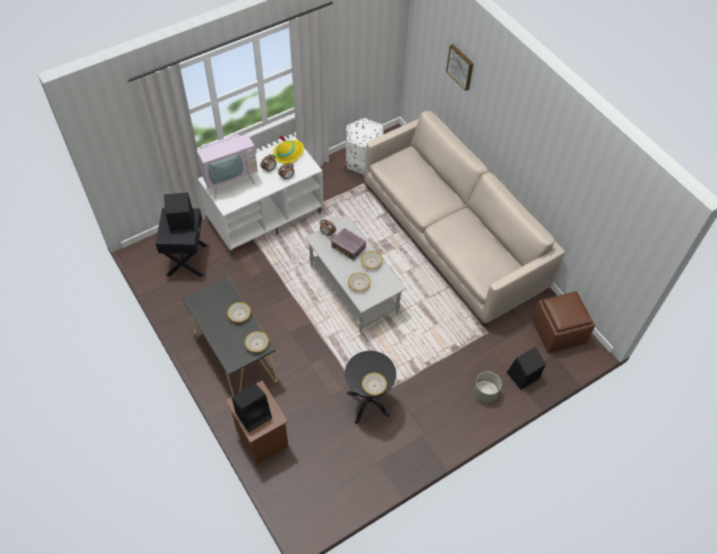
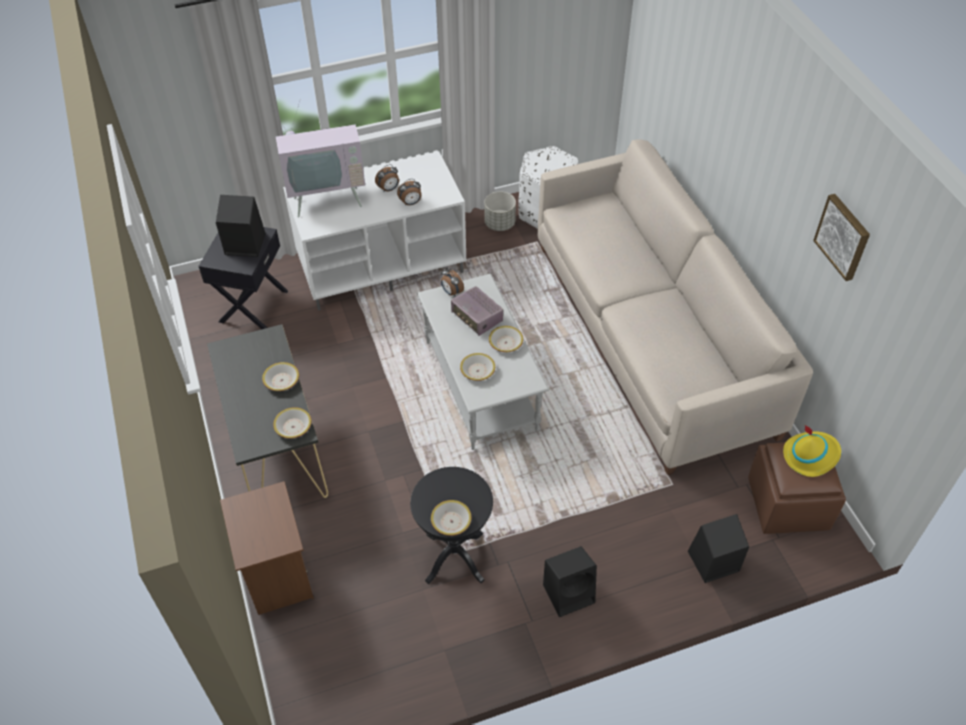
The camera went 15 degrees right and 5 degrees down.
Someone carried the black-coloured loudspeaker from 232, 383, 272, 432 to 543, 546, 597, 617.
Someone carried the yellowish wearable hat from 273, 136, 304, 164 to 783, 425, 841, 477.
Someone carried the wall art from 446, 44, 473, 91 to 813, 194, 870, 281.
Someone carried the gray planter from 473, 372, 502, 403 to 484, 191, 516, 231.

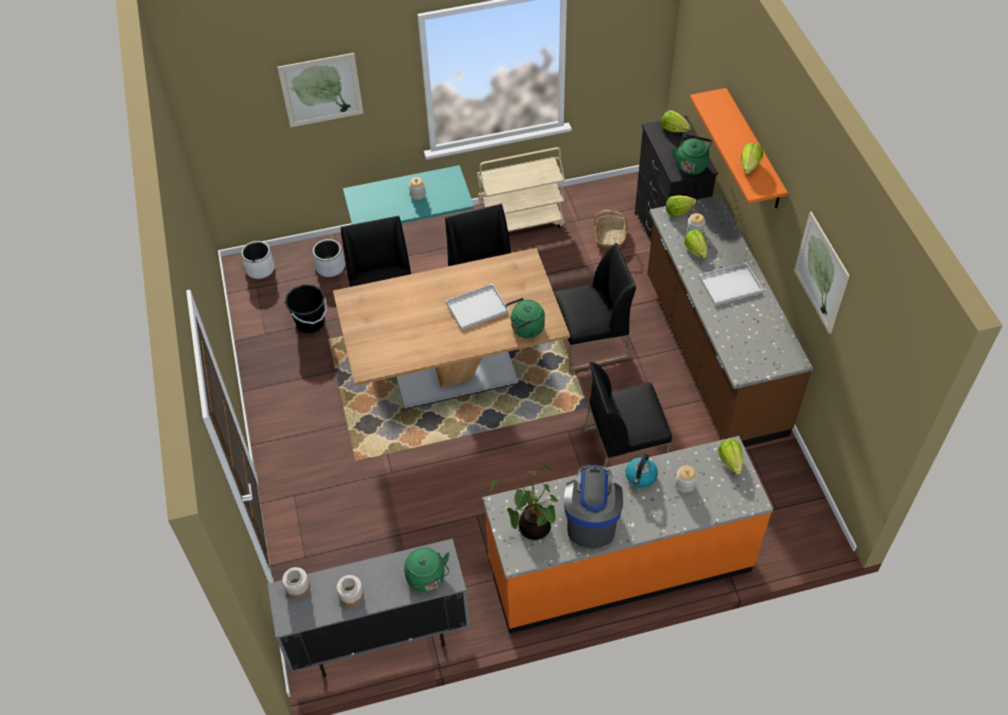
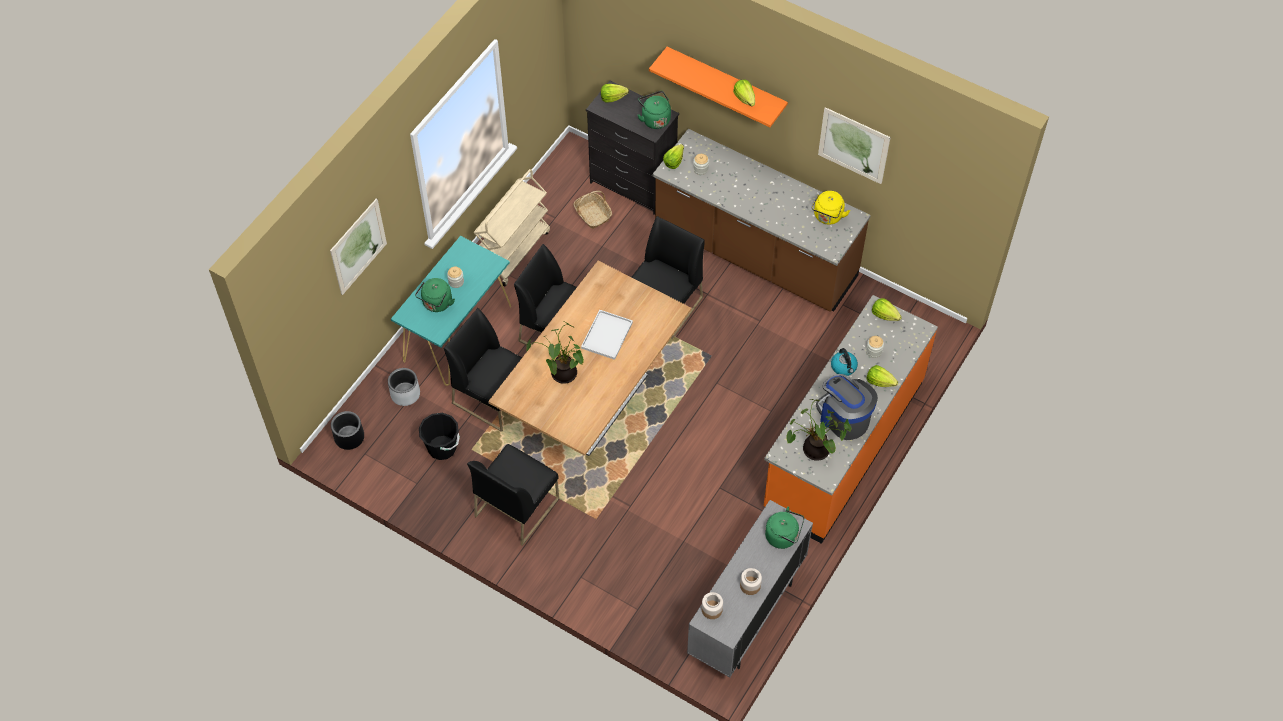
The camera went 45 degrees left and 5 degrees up.
Someone repainted the white planter at 241, 241, 275, 279, which became the black-coloured planter at 331, 411, 364, 450.
Someone carried the green tea kettle from 505, 298, 545, 338 to 415, 278, 455, 312.
Someone carried the black-coloured upright chair from 583, 362, 672, 467 to 467, 444, 559, 546.
Someone carried the head of lettuce from 684, 230, 707, 258 to 867, 365, 898, 387.
Someone took away the white tray at 699, 262, 763, 305.
Someone put down the potted plant at 526, 322, 584, 384.
Someone put down the yellowish tea kettle at 812, 191, 850, 225.

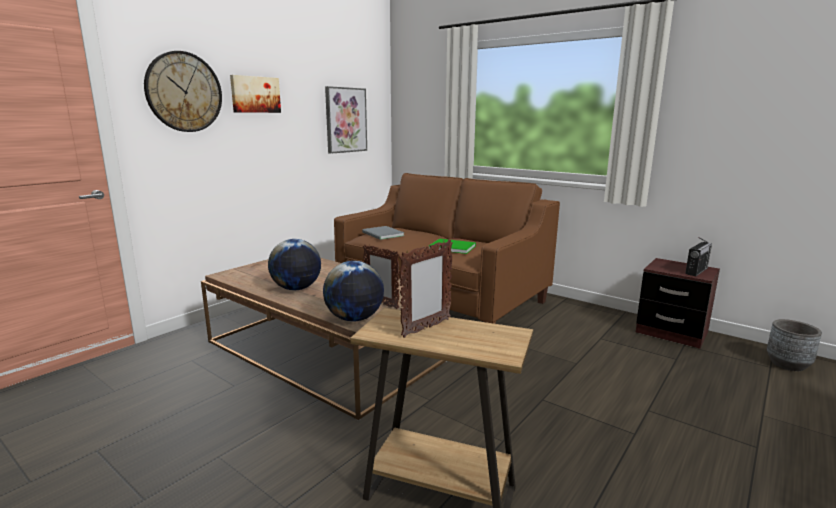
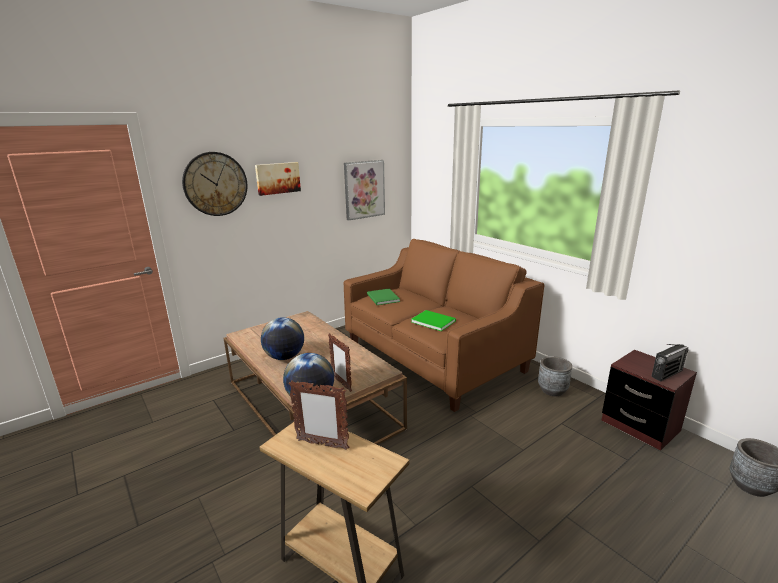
The camera went 15 degrees right and 5 degrees up.
Someone repainted the gray bound book at 362, 226, 404, 240, which became the green bound book at 367, 288, 400, 305.
Someone rotated the photo frame at 399, 239, 453, 338 by 45 degrees clockwise.
Someone put down the gray planter at 538, 356, 572, 396.

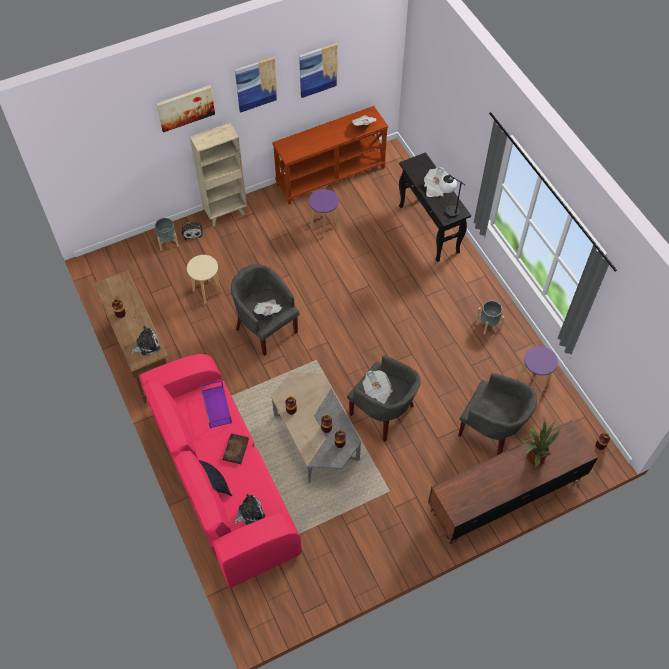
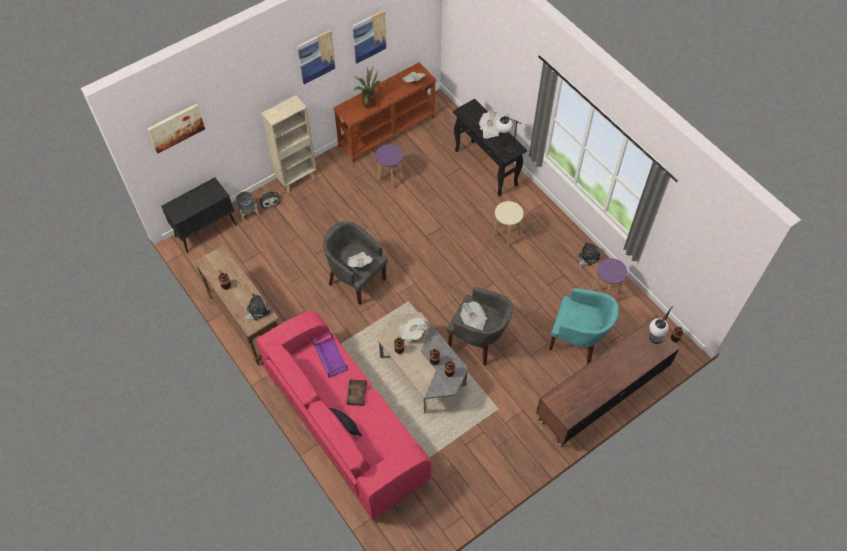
The camera went 10 degrees left and 0 degrees up.
Someone carried the wall art from 156, 85, 215, 132 to 147, 104, 205, 153.
Someone carried the sand-coloured stool seat from 187, 255, 222, 304 to 493, 201, 524, 247.
Someone carried the plush toy from 234, 494, 265, 525 to 578, 242, 600, 266.
Someone repainted the gray armchair at 458, 373, 537, 455, which became the turquoise-coloured armchair at 549, 288, 619, 364.
Someone took away the gray planter at 476, 300, 504, 334.
Someone carried the potted plant from 522, 416, 561, 467 to 354, 66, 380, 108.
Someone put down the black-coloured storage cabinet at 161, 177, 237, 253.
Someone put down the daily paper at 399, 317, 427, 341.
Someone put down the tabletop lamp at 649, 306, 673, 344.

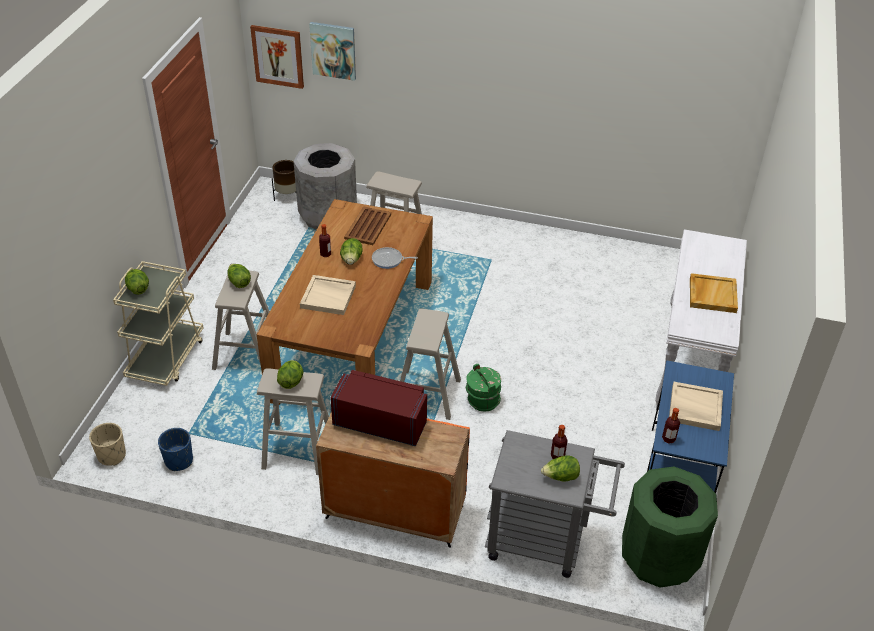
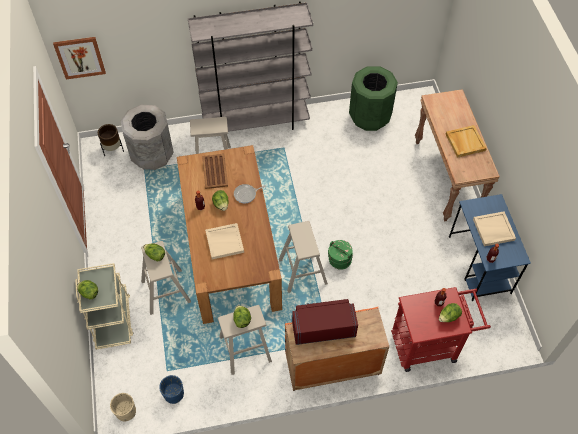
The camera went 25 degrees left and 15 degrees up.
Someone took away the wall art at 309, 22, 356, 81.
Someone repainted the gray trolley at 485, 430, 625, 578, which became the red-coloured trolley at 391, 287, 491, 372.
Someone carried the green waste bin from 622, 467, 718, 587 to 349, 67, 398, 131.
Someone repainted the white hall table at 655, 229, 747, 410, which became the brown hall table at 415, 89, 500, 222.
Someone put down the gray shelving unit at 188, 1, 313, 132.

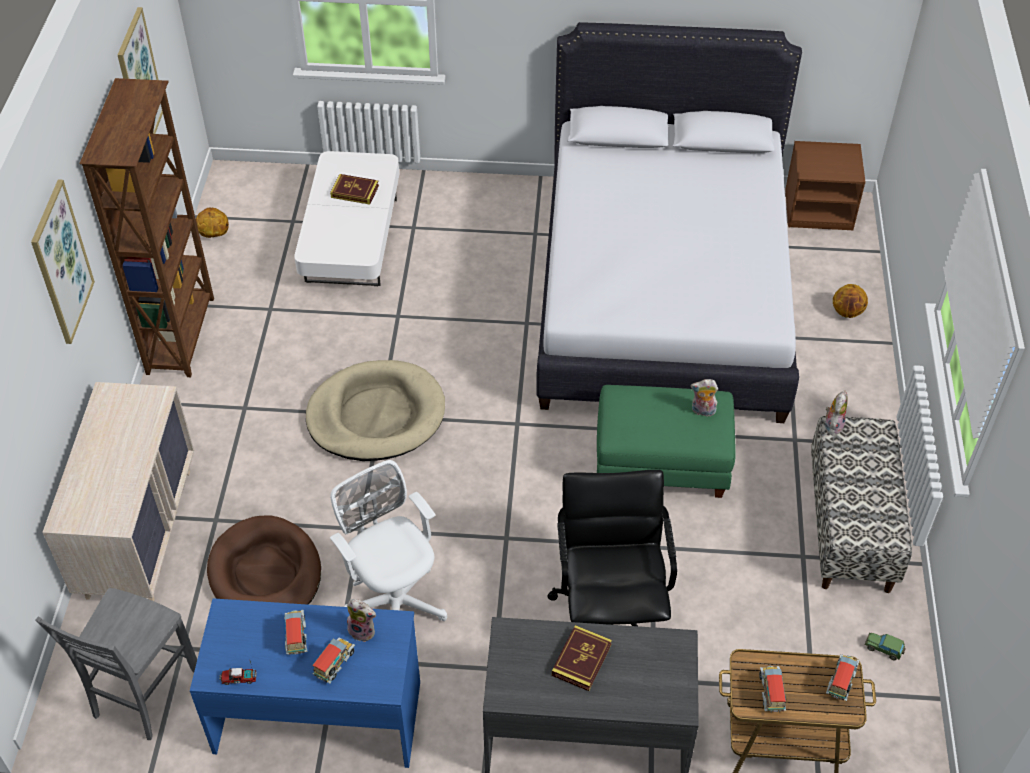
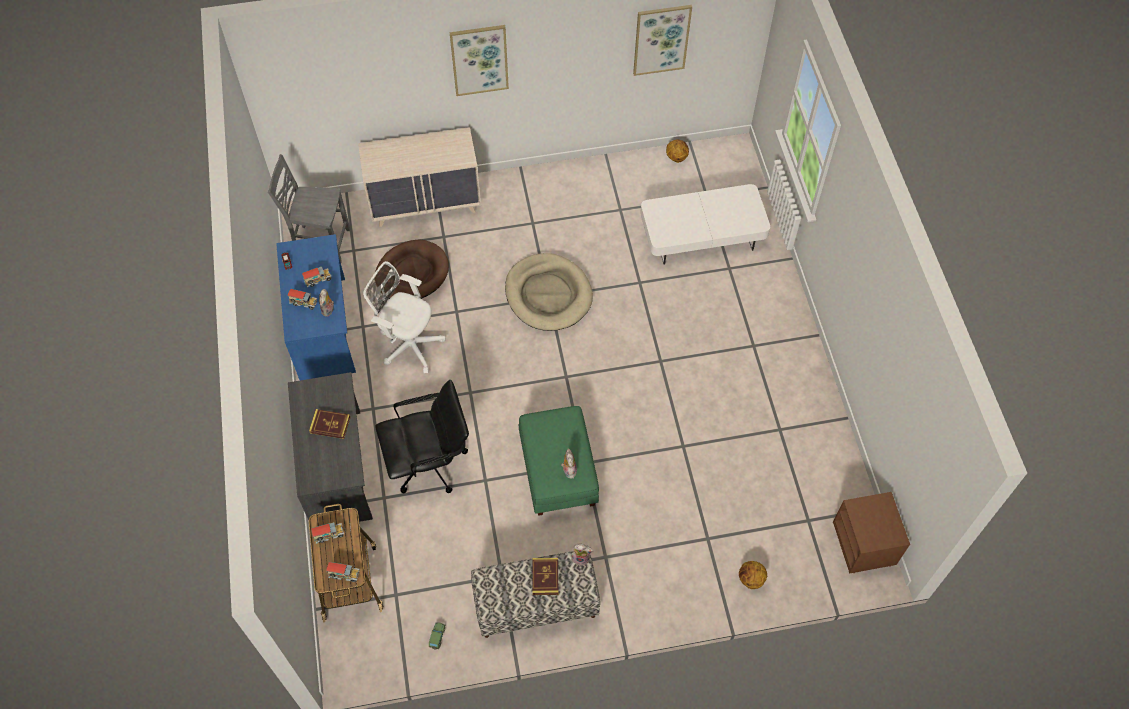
The camera went 75 degrees right and 10 degrees up.
Someone took away the brown shelving unit at 79, 78, 214, 377.
Someone carried the bound book from 330, 174, 379, 205 to 532, 558, 558, 595.
Someone rotated the white computer chair at 330, 460, 447, 621 by 105 degrees counterclockwise.
Someone took away the white bed at 536, 22, 802, 423.

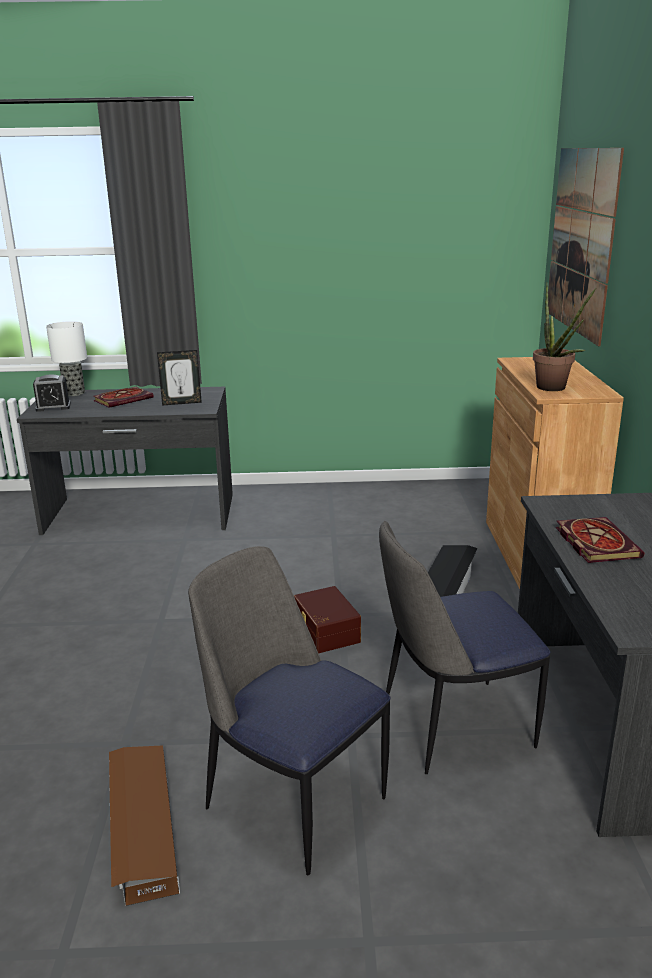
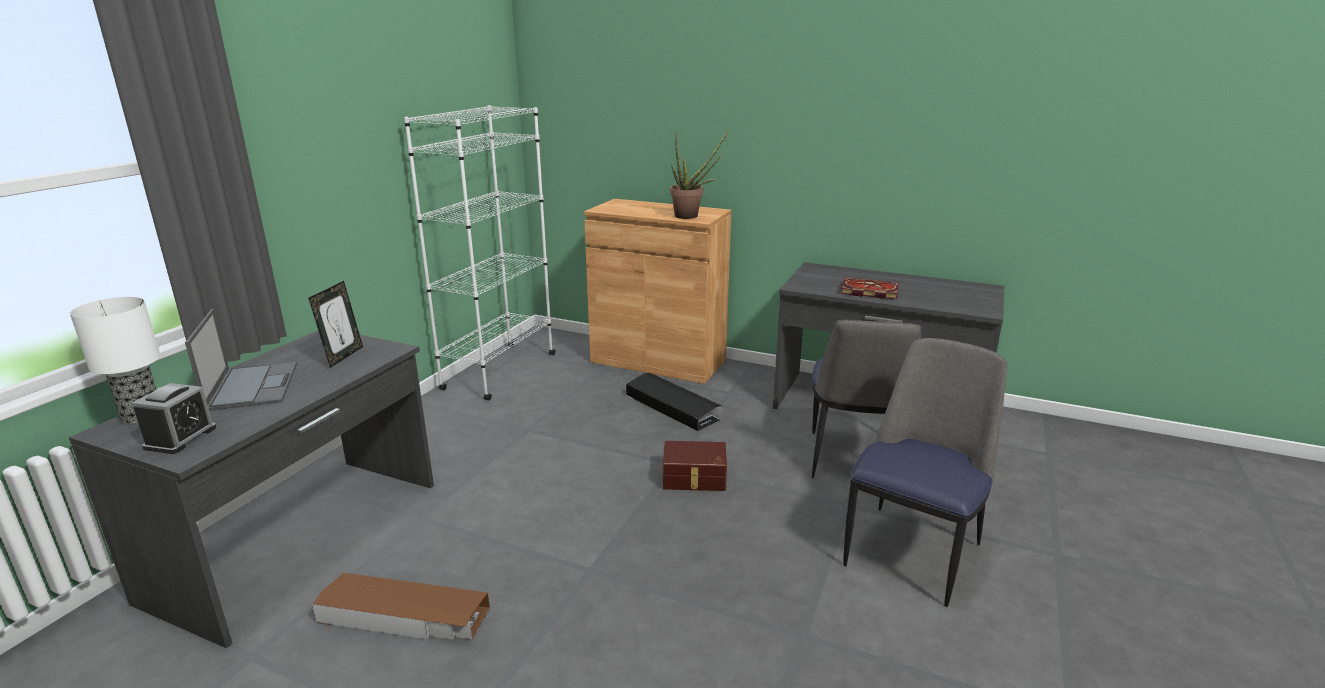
The camera went 65 degrees left and 0 degrees up.
Someone swapped the bound book at 93, 387, 154, 408 for the notebook computer at 185, 309, 297, 411.
Someone carried the brown storage bin from 109, 745, 180, 906 to 312, 573, 490, 640.
Someone rotated the upright chair at 188, 546, 391, 876 by 150 degrees clockwise.
Someone took away the wall art at 548, 148, 624, 346.
Someone put down the white shelving unit at 404, 105, 555, 400.

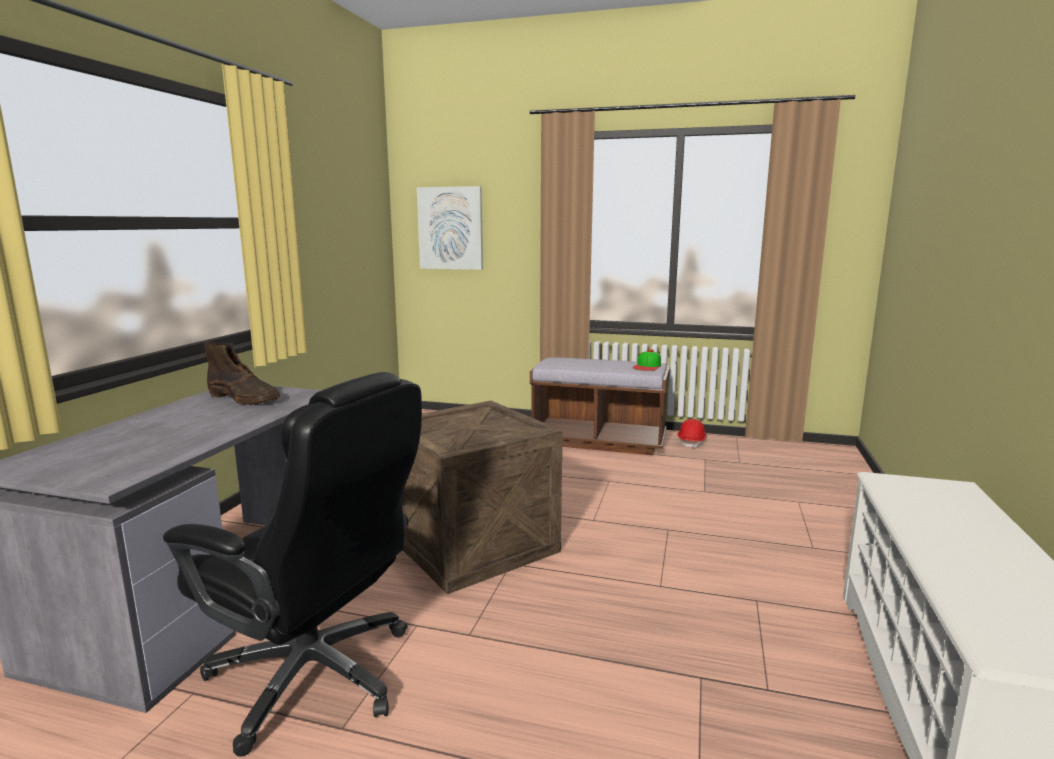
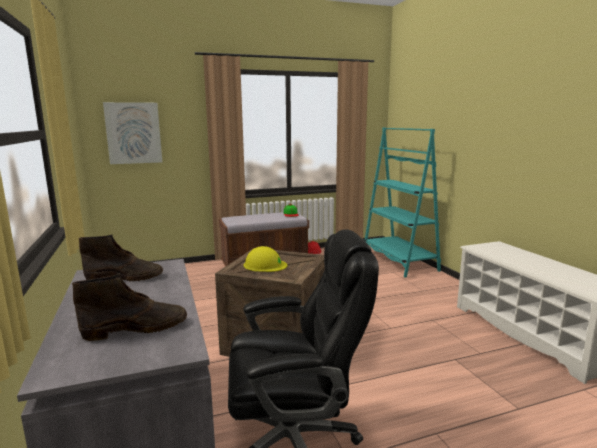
The camera went 35 degrees left and 0 degrees up.
Someone put down the brown tall boot at 72, 273, 187, 341.
Someone put down the yellowish work helmet at 244, 246, 287, 272.
Someone put down the turquoise-coloured shelving unit at 364, 127, 441, 278.

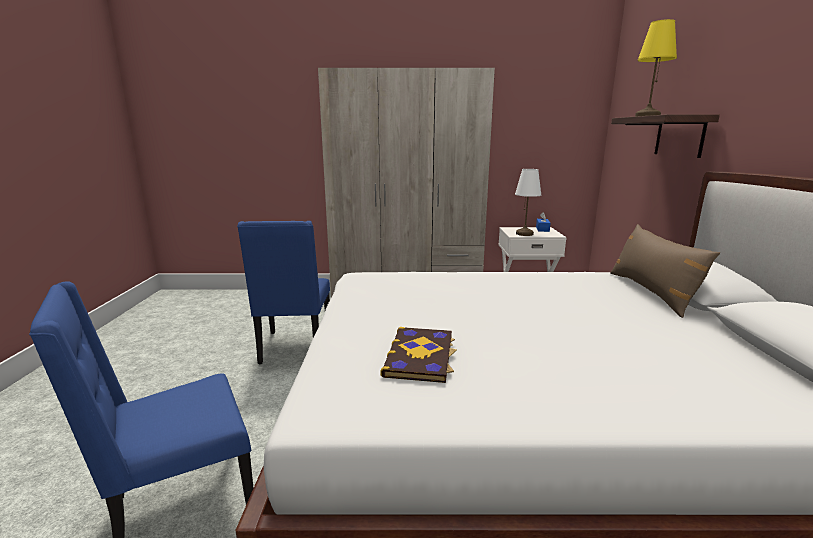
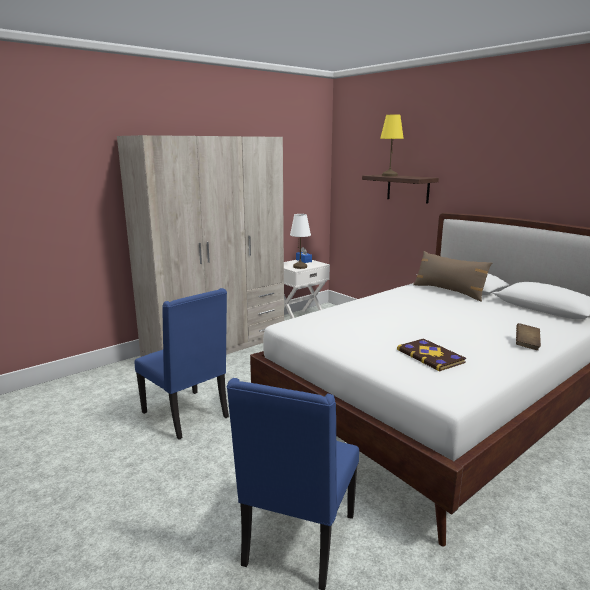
The camera went 40 degrees left and 0 degrees up.
Someone put down the brown bound book at 516, 323, 541, 350.

